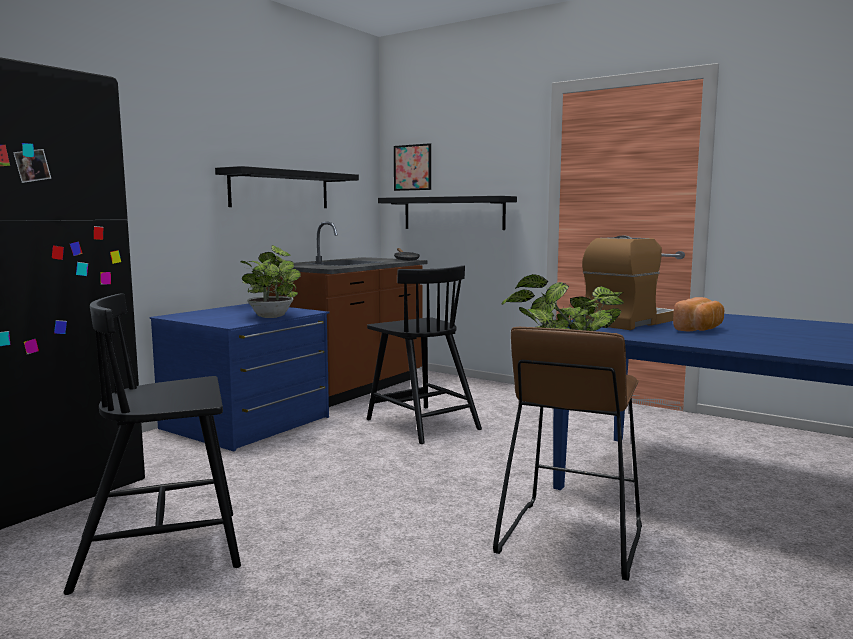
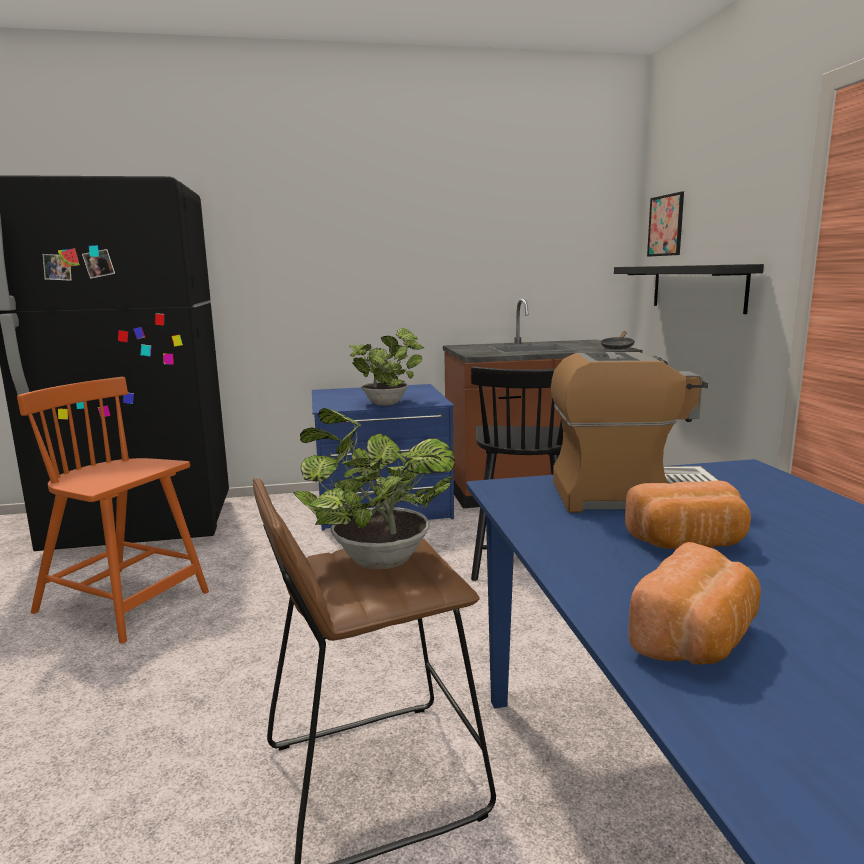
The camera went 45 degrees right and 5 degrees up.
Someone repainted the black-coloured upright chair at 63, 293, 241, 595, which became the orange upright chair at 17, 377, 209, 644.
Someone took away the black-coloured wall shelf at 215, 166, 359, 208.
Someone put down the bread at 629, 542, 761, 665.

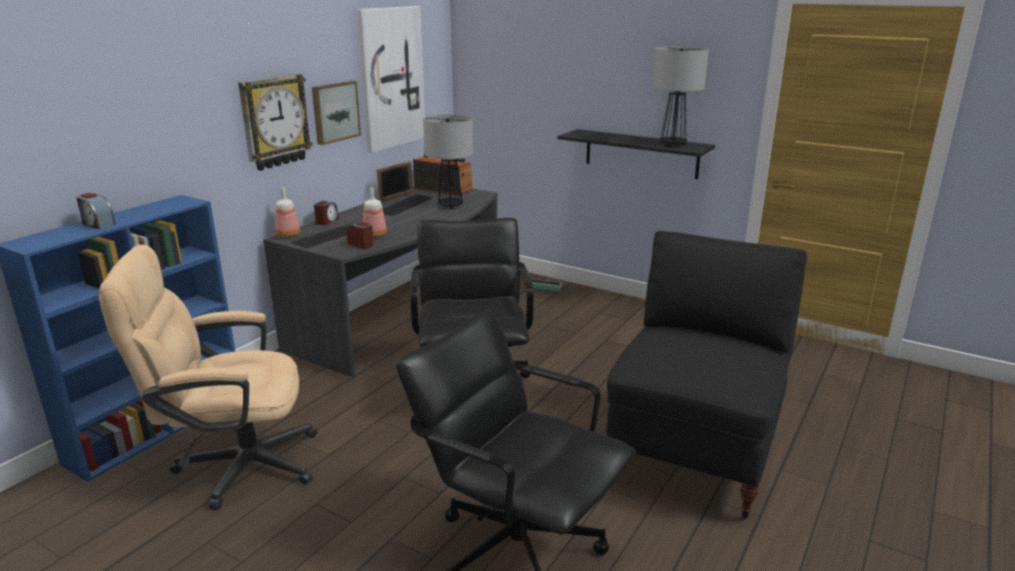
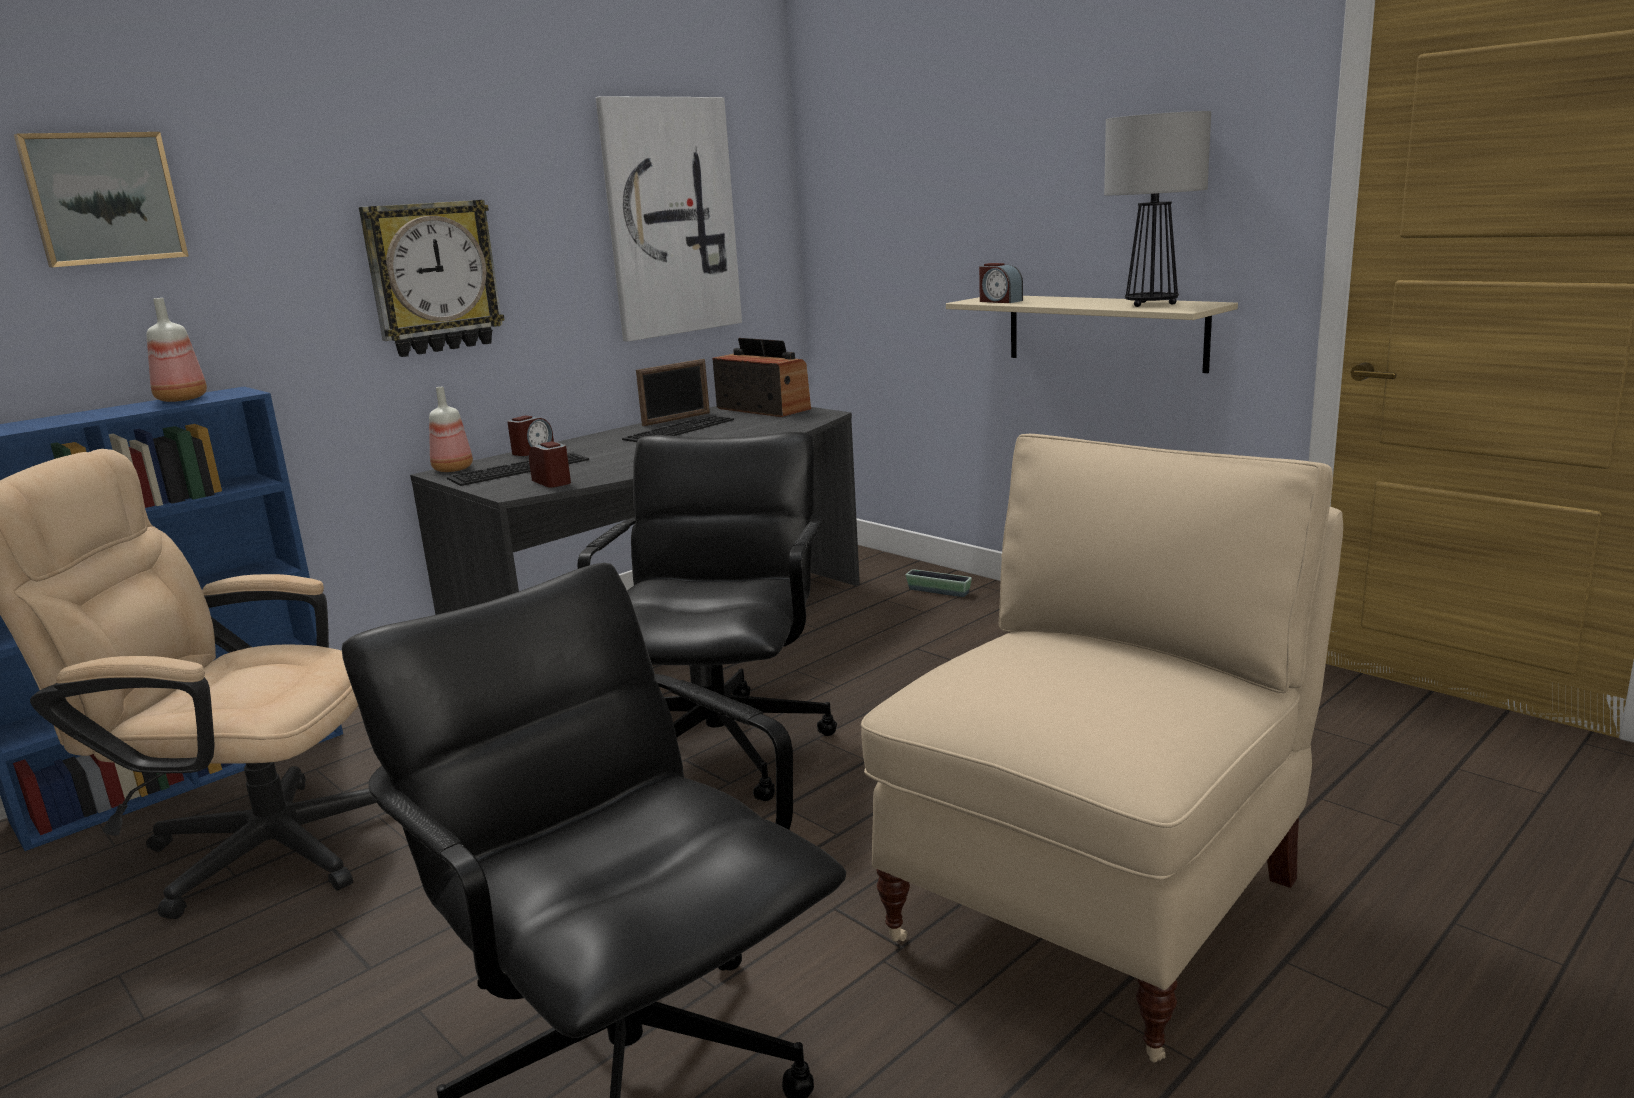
The camera went 15 degrees right and 5 degrees down.
Someone carried the table clock from 76, 193, 116, 229 to 979, 263, 1023, 303.
Someone carried the wall art from 312, 81, 361, 145 to 14, 132, 189, 267.
Someone carried the beverage bottle from 363, 188, 387, 238 to 146, 298, 207, 402.
Someone took away the tabletop lamp at 423, 114, 473, 209.
Someone repainted the black-coloured wall shelf at 558, 129, 715, 179, which became the sand-coloured wall shelf at 946, 296, 1238, 373.
Someone repainted the black-coloured upright chair at 606, 231, 807, 519, which became the sand-coloured upright chair at 861, 434, 1343, 1062.

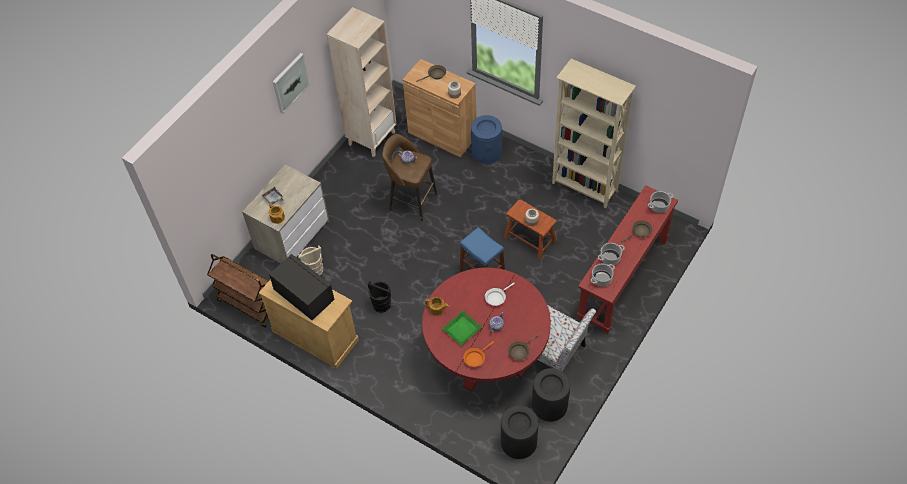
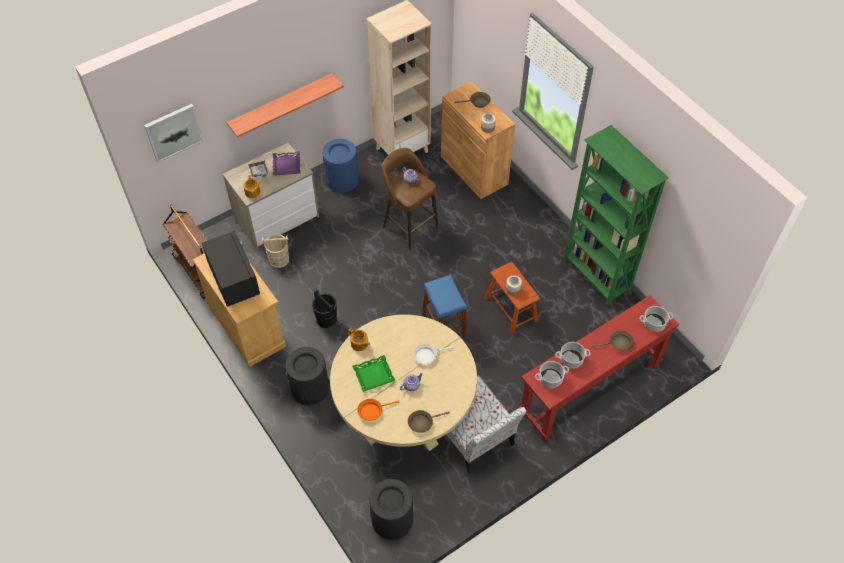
The camera went 20 degrees right and 0 degrees up.
Someone carried the wall art from 273, 53, 310, 114 to 144, 104, 203, 163.
Someone repainted the red-coloured dining table at 422, 268, 551, 391, which became the sand-coloured dining table at 330, 314, 477, 452.
Someone carried the bluish waste bin from 471, 115, 503, 164 to 322, 139, 359, 192.
Someone carried the black-coloured waste bin from 532, 368, 570, 422 to 285, 347, 329, 405.
Someone repainted the sand-coloured shelving unit at 552, 59, 636, 208, which became the green shelving unit at 563, 125, 669, 306.
Someone put up the wall shelf at 227, 73, 344, 137.
Someone put down the purple tray at 273, 151, 301, 176.

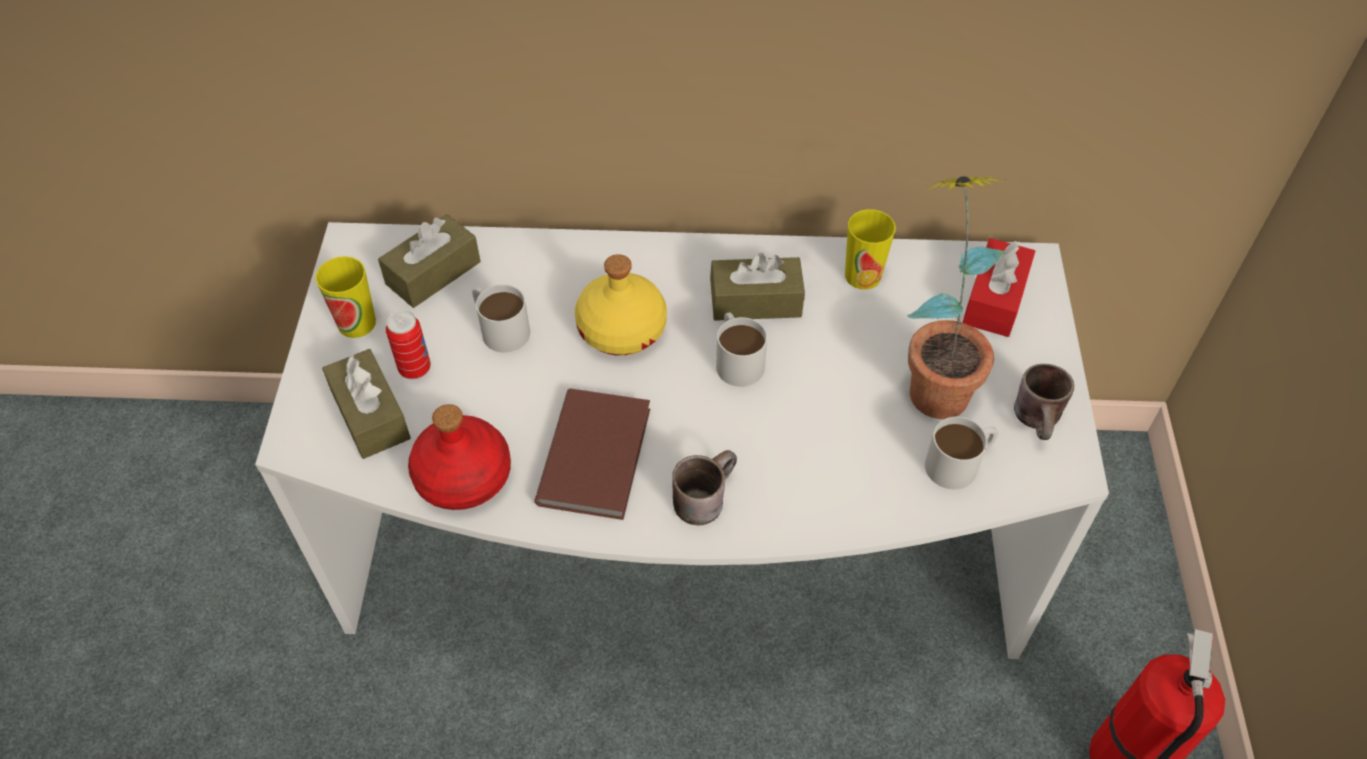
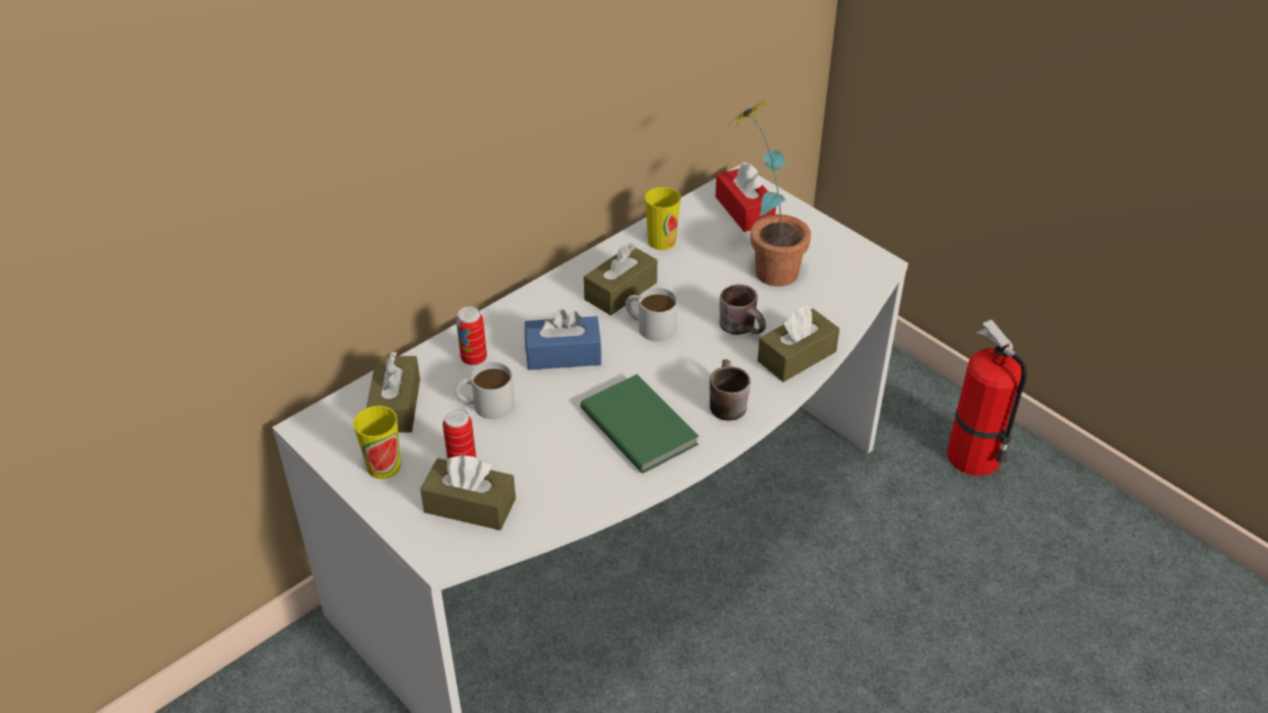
The camera went 45 degrees left and 10 degrees down.
Someone took away the red-coloured beverage bottle at 408, 404, 511, 510.
Someone repainted the brown bound book at 535, 388, 650, 520, which became the green bound book at 580, 374, 699, 474.
Someone swapped the yellowish beverage bottle at 575, 254, 667, 356 for the bluish box of tissues at 525, 309, 601, 370.
Someone took away the white mug at 925, 416, 998, 489.
Someone carried the brown mug from 1014, 364, 1074, 440 to 719, 284, 766, 335.
Someone put down the sealed can at 456, 307, 487, 366.
Someone put down the brown box of tissues at 757, 306, 840, 382.

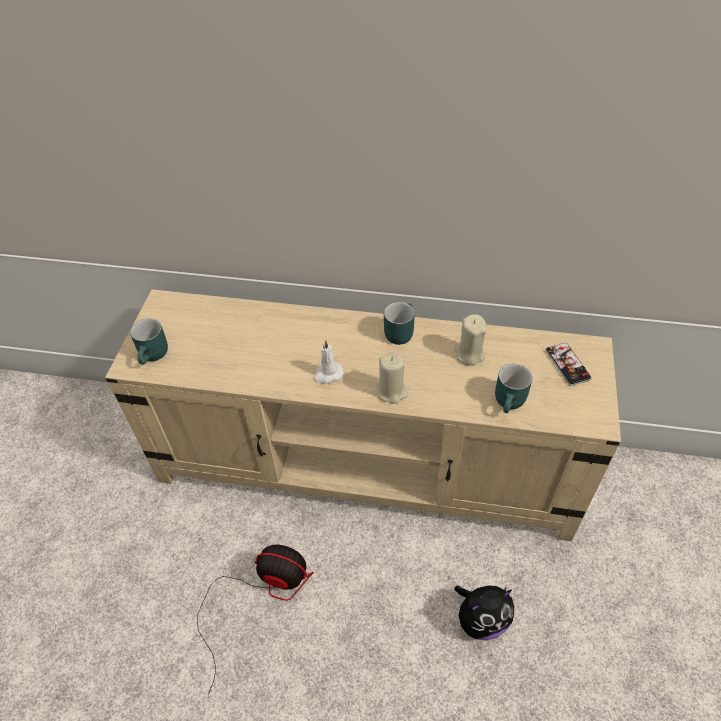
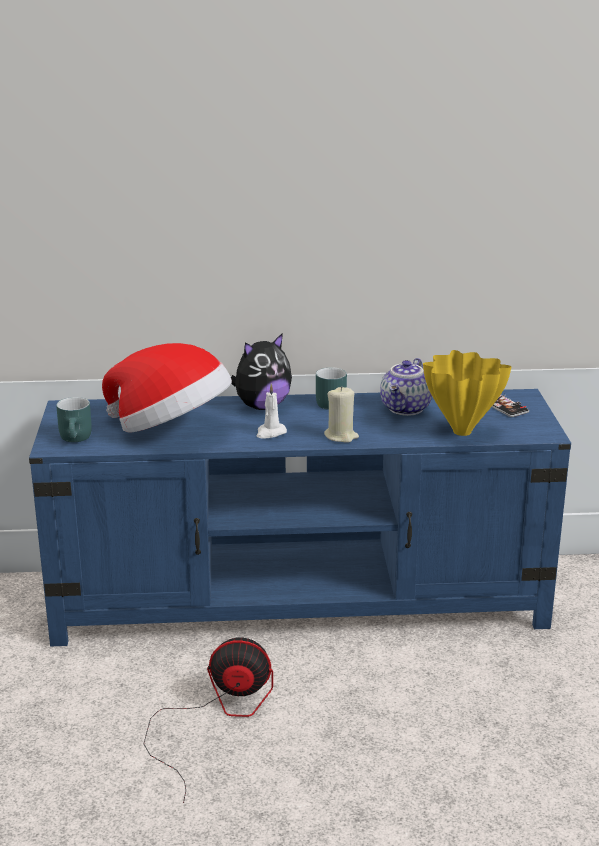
The camera went 15 degrees left and 25 degrees down.
Someone repainted the sand-coloured tv stand at 105, 289, 621, 542, which became the bluish tv stand at 29, 389, 571, 647.
Someone swapped the sand-coloured wax candle at 454, 314, 487, 366 for the tea pot at 380, 358, 432, 416.
Someone carried the plush toy from 454, 585, 514, 640 to 231, 333, 292, 410.
Someone swapped the turquoise-coloured mug at 495, 364, 532, 413 for the yellowish decorative vase at 423, 350, 511, 436.
Someone put down the wearable hat at 102, 343, 232, 433.

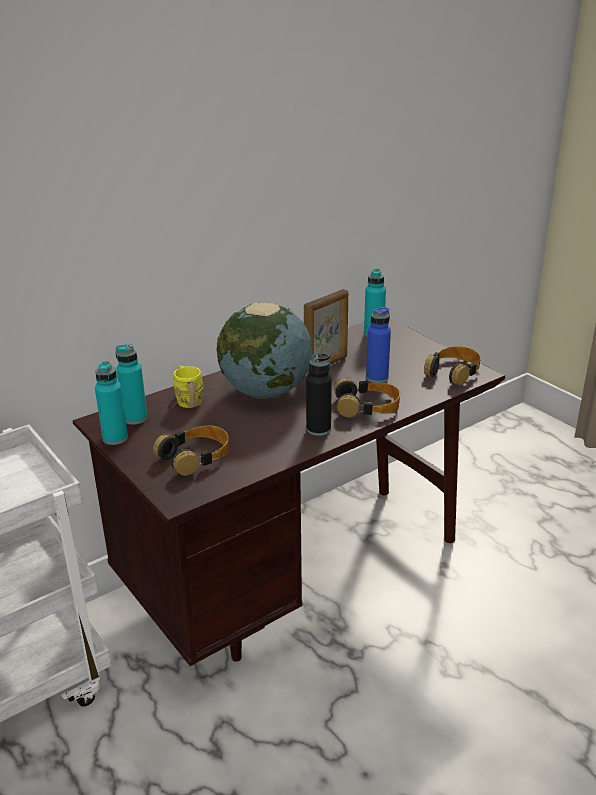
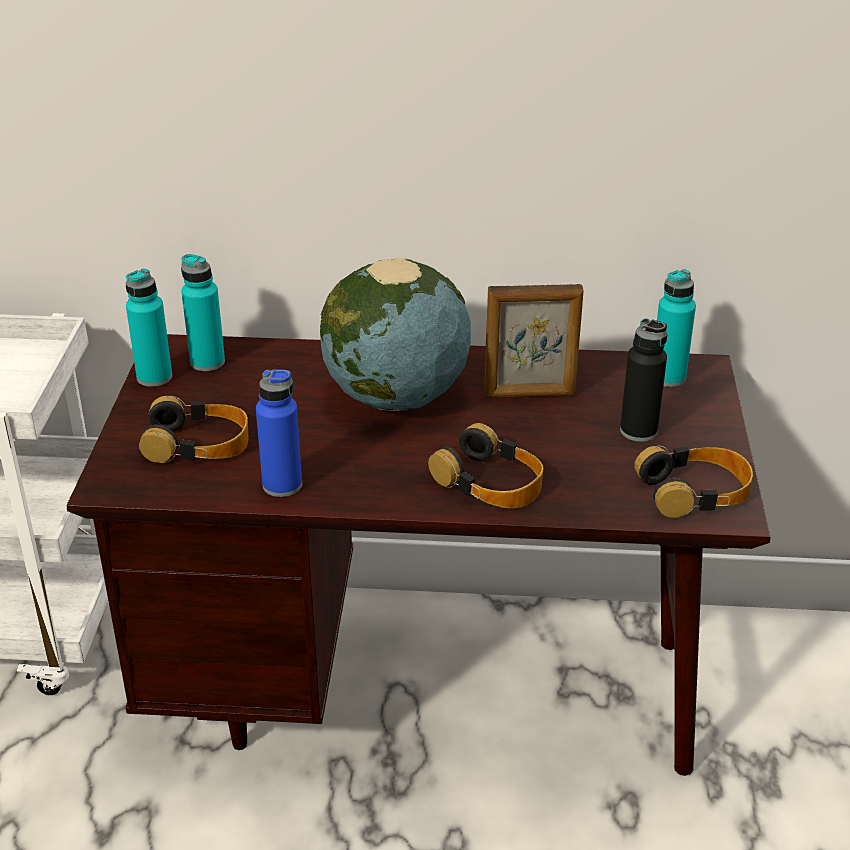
The camera went 40 degrees right and 5 degrees up.
Someone took away the yellowish mug at 174, 366, 204, 408.
Someone carried the black-coloured beverage bottle from 306, 353, 332, 436 to 620, 318, 667, 442.
Someone carried the bluish beverage bottle from 366, 307, 391, 383 to 256, 369, 302, 497.

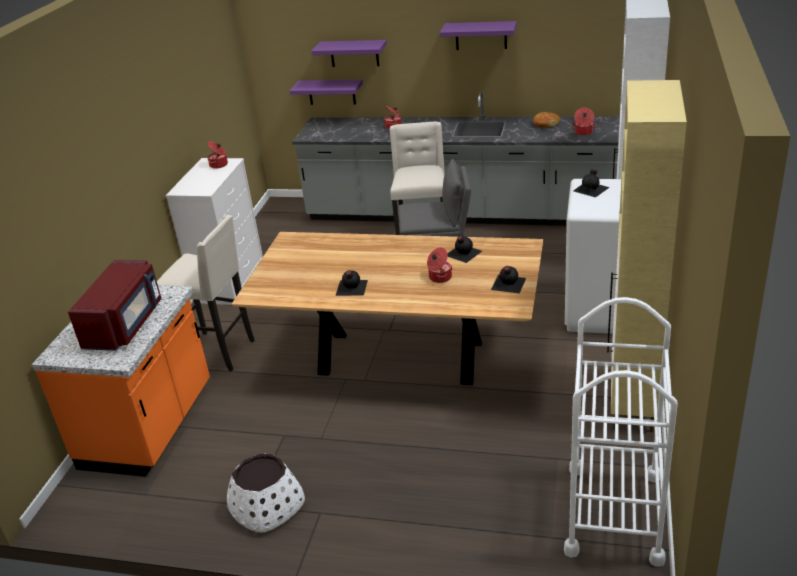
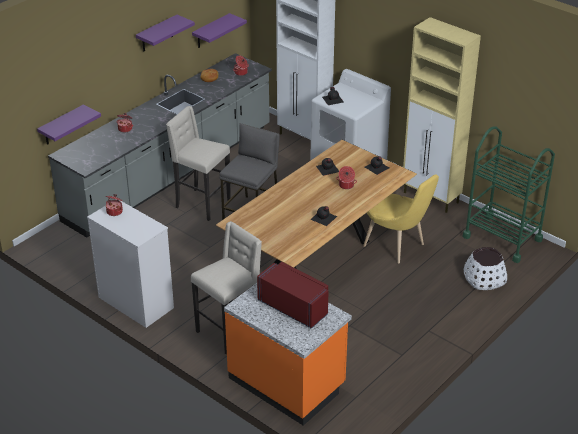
The camera went 65 degrees left and 5 degrees up.
Someone carried the white planter from 227, 454, 305, 533 to 464, 247, 507, 290.
Someone carried the purple wall shelf from 311, 40, 387, 67 to 192, 13, 247, 48.
Someone repainted the white trolley at 564, 297, 678, 567, which became the green trolley at 462, 126, 555, 263.
Someone put down the yellowish upright chair at 363, 174, 439, 263.

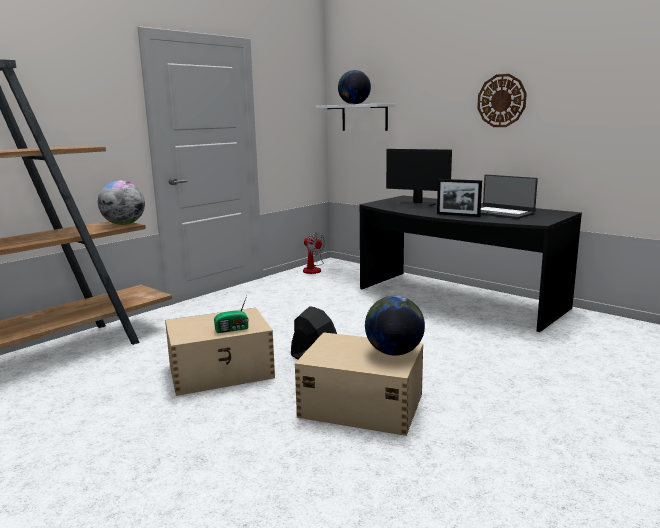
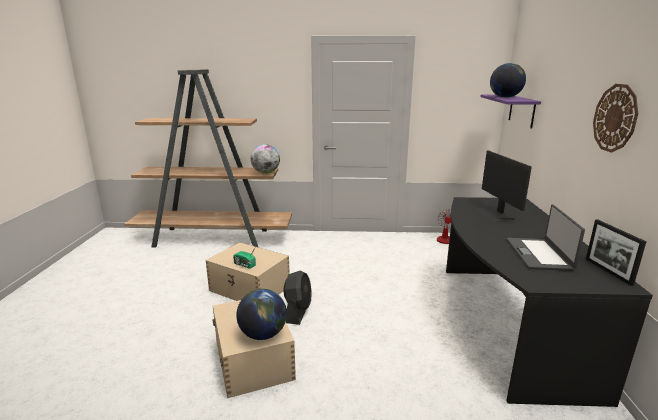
The camera went 50 degrees right and 5 degrees up.
Someone repainted the white wall shelf at 316, 104, 396, 131, which became the purple wall shelf at 480, 95, 541, 128.
Someone carried the photo frame from 437, 179, 482, 217 to 586, 219, 647, 286.

